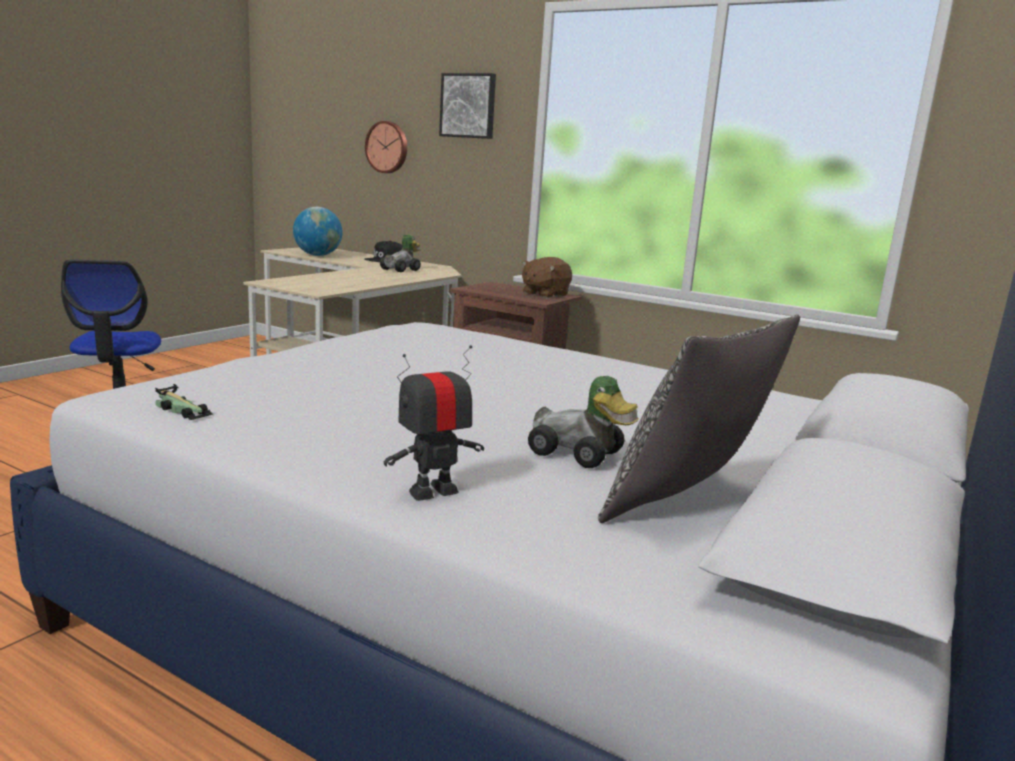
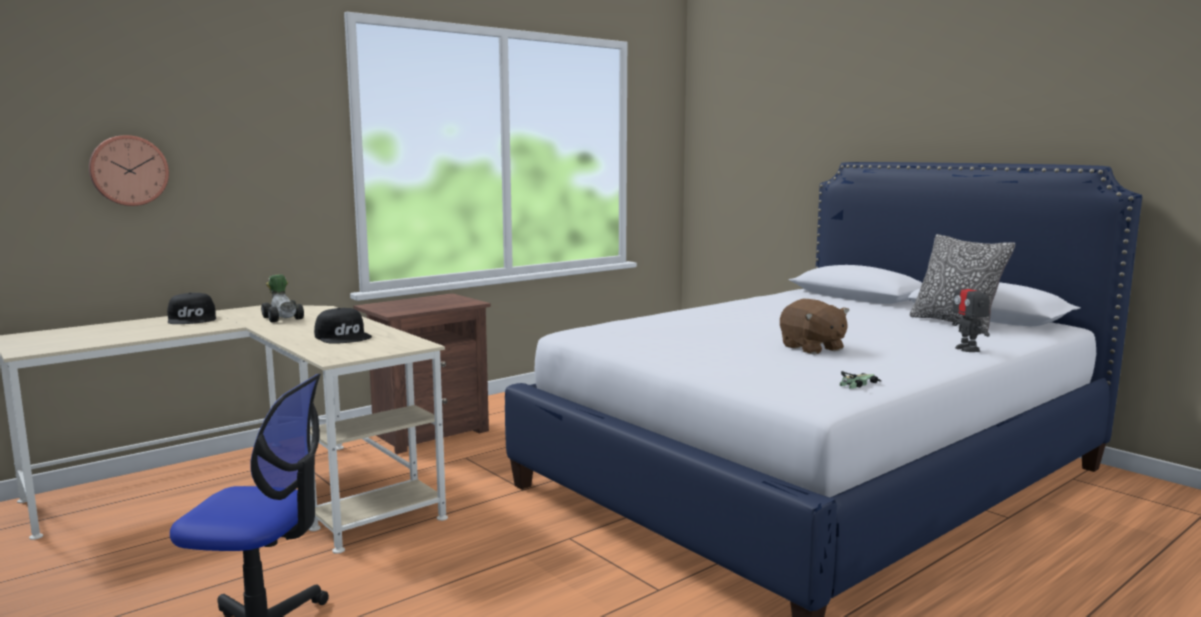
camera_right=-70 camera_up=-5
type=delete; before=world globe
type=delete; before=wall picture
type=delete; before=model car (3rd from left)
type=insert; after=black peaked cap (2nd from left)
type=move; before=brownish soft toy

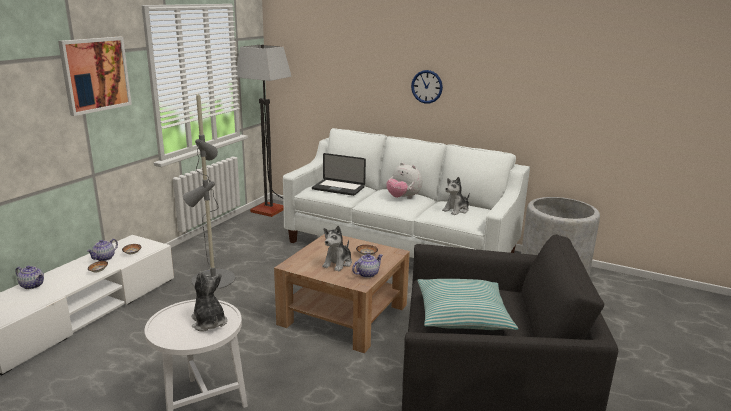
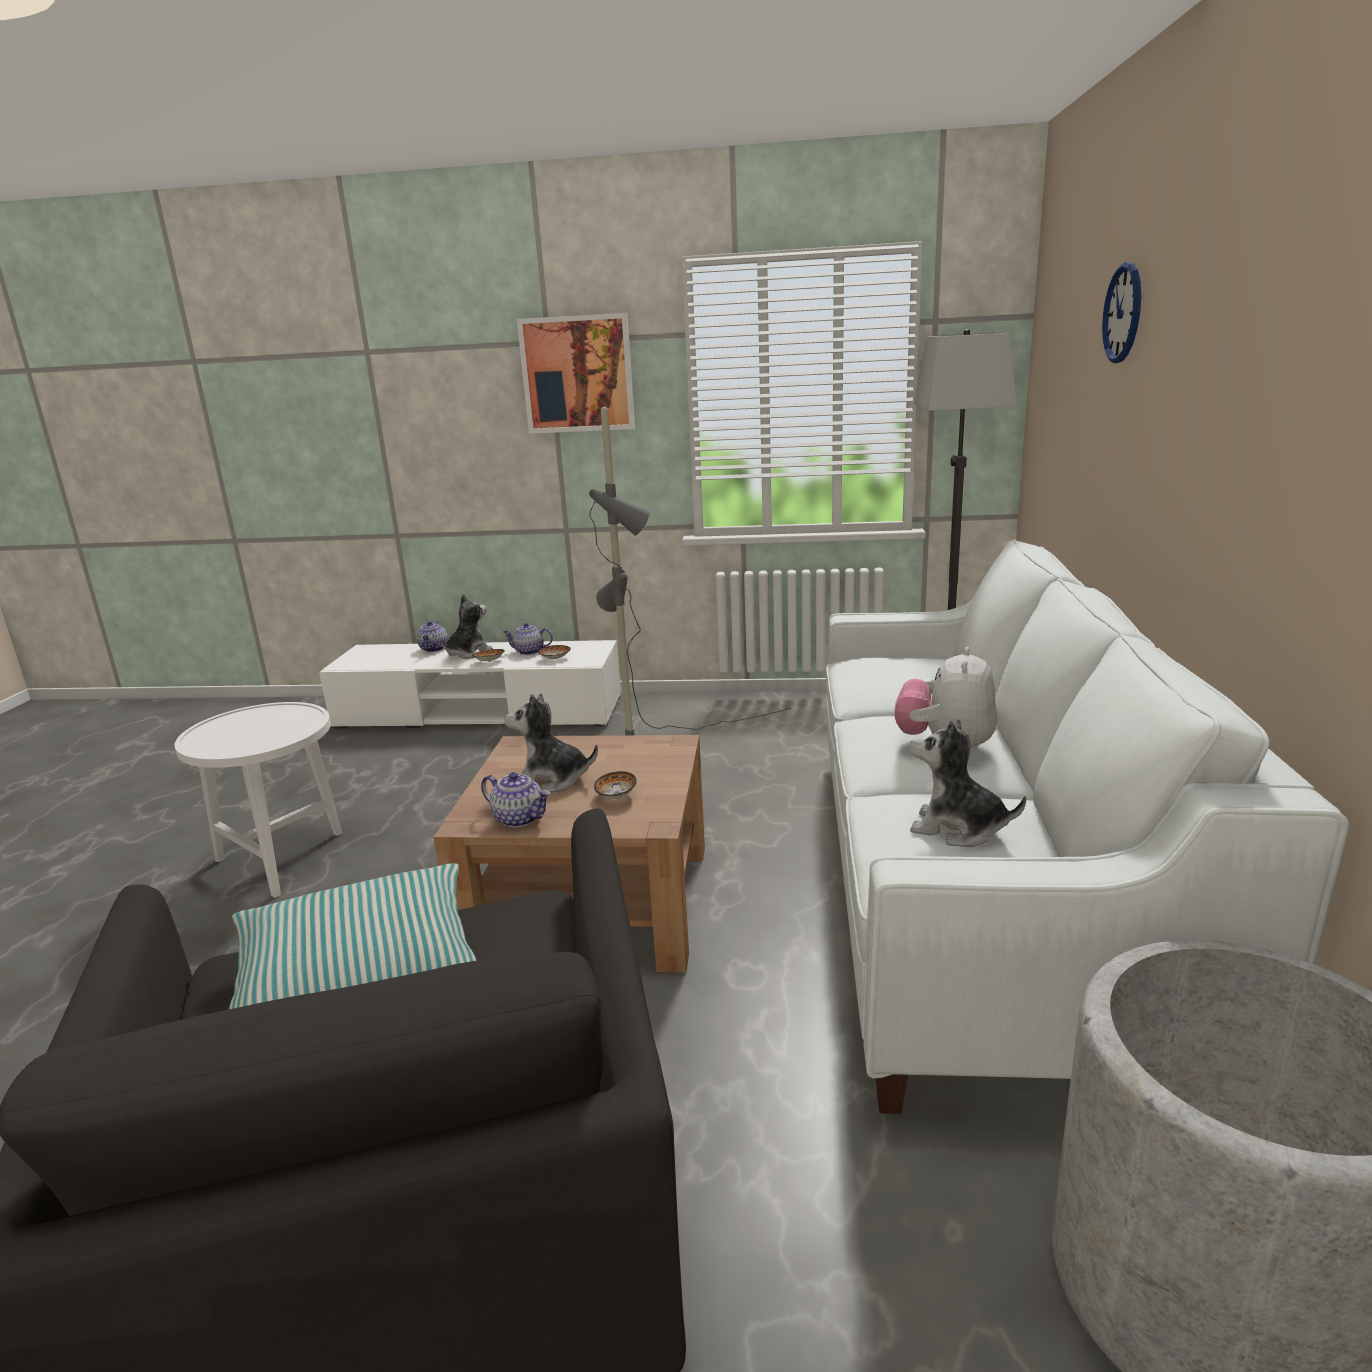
camera_right=70 camera_up=0
type=delete; before=portable computer
type=move; before=soft toy (1st from left)
type=move; before=wall clock

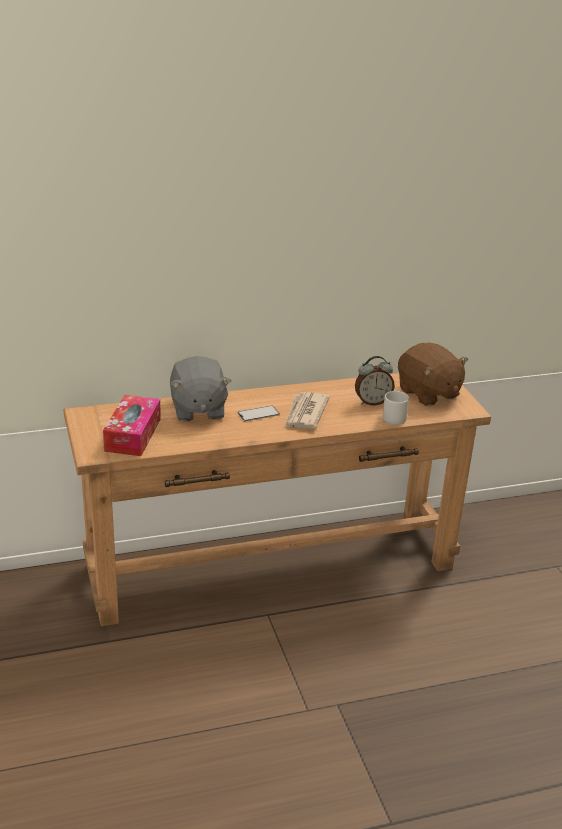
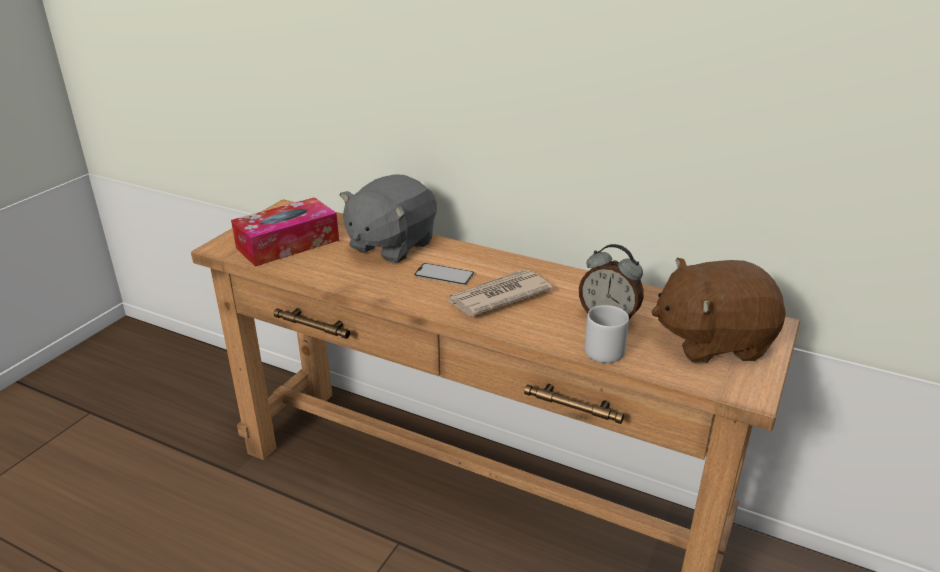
camera_right=45 camera_up=0
type=rotate; before=brownish soft toy; turn=75

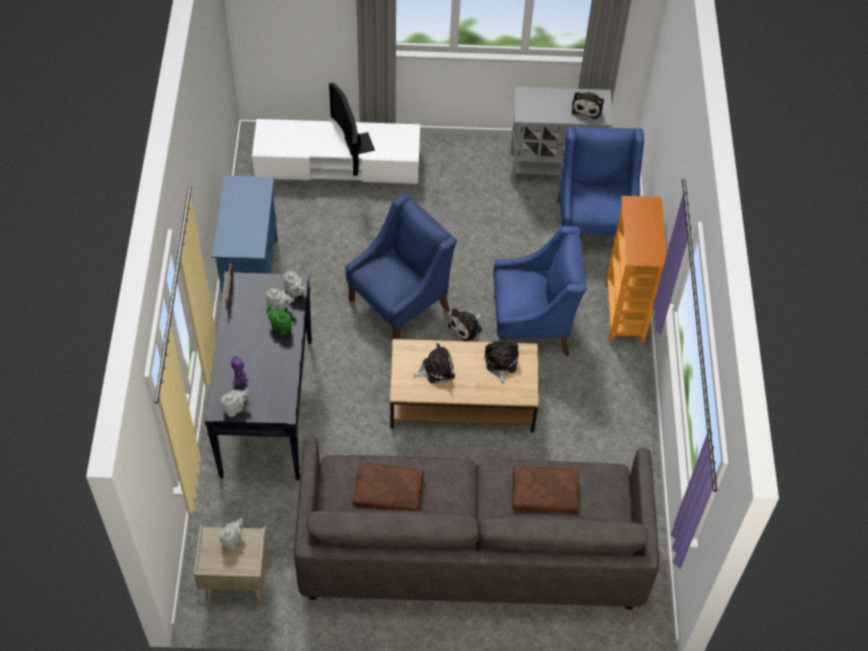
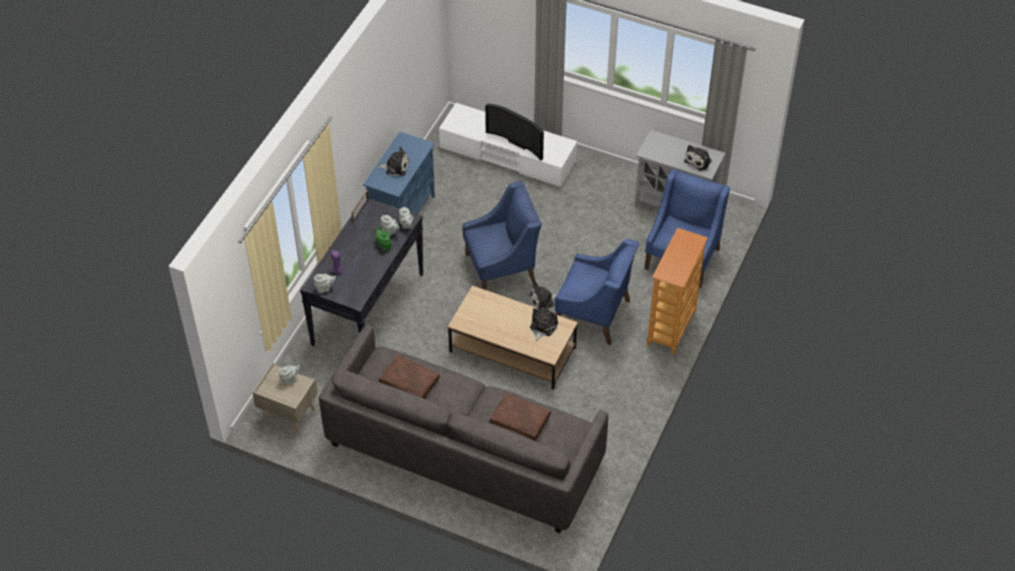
camera_right=25 camera_up=-5
type=move; before=soft toy (1st from left)
type=rotate; before=TV set; turn=-60

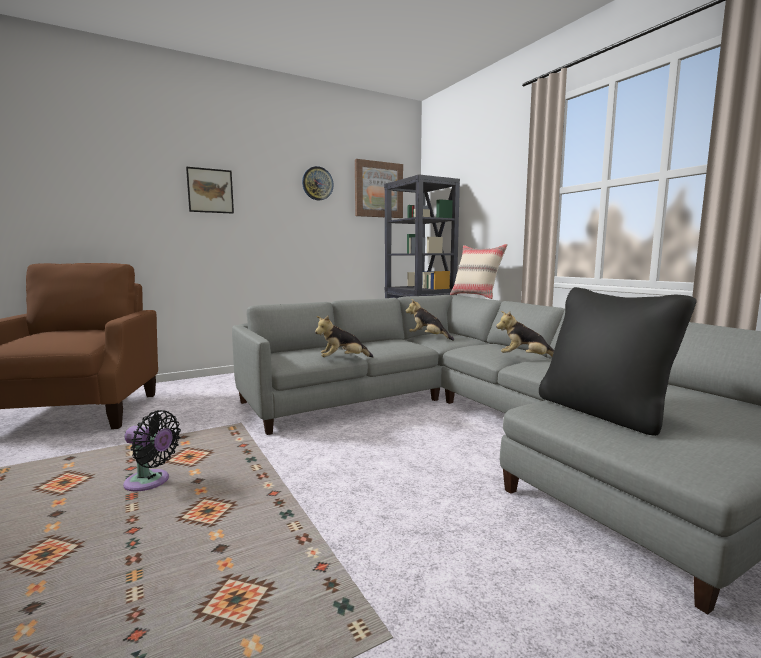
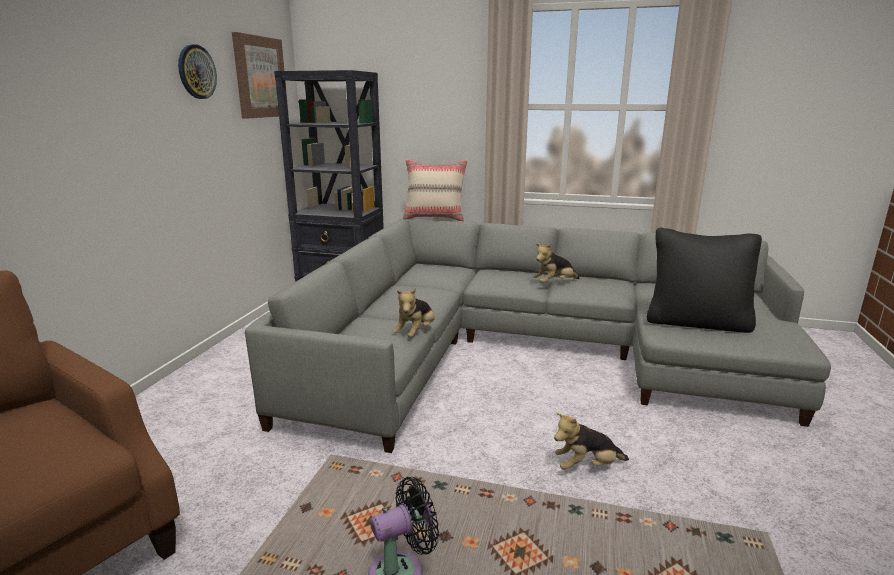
camera_right=-45 camera_up=10
type=delete; before=wall picture (1st from left)
type=move; before=soft toy (2nd from left in the first image); after=soft toy (3rd from left)

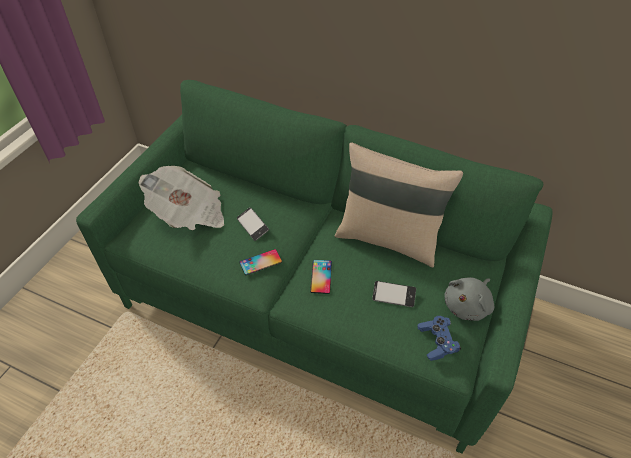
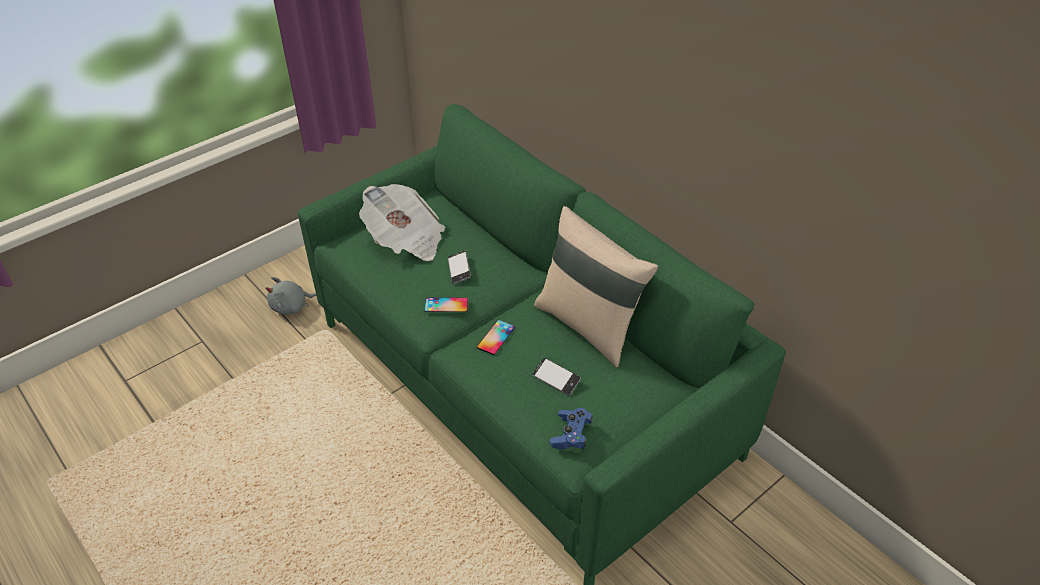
camera_right=25 camera_up=-5
type=move; before=greyish soft toy

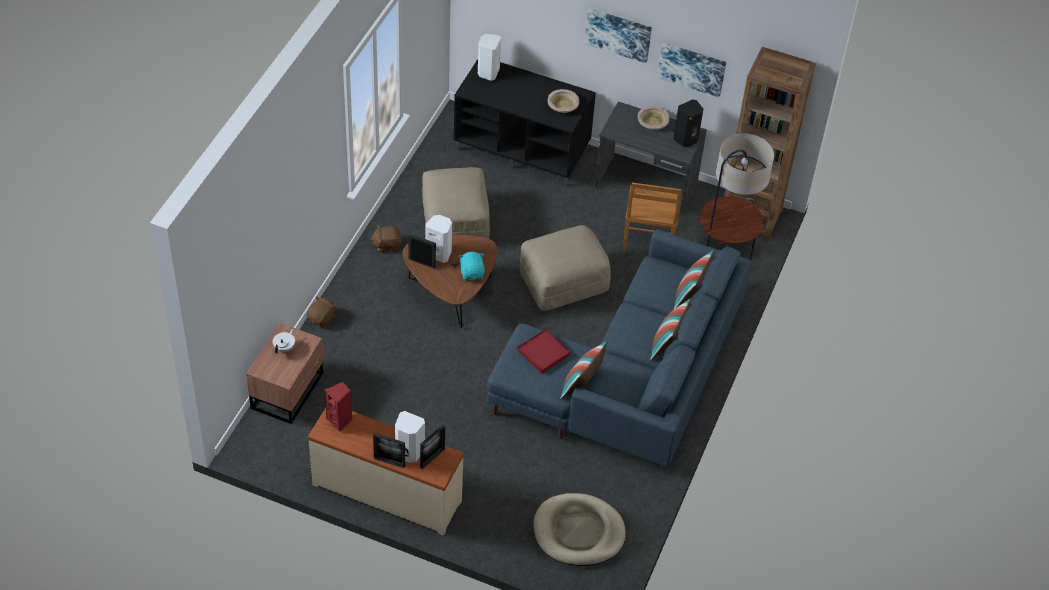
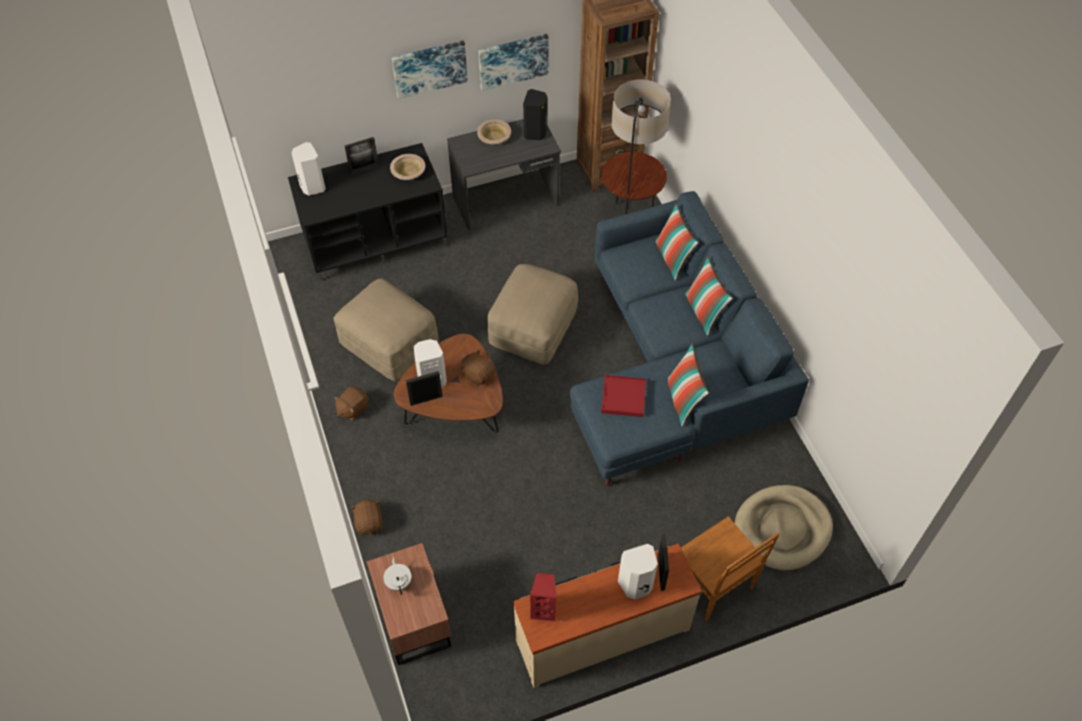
camera_right=-40 camera_up=5
type=move; before=standing frame (1st from left)
type=move; before=brownish plain chair
type=recolor; before=turquoise soft toy; after=brownish soft toy (3rd from left)

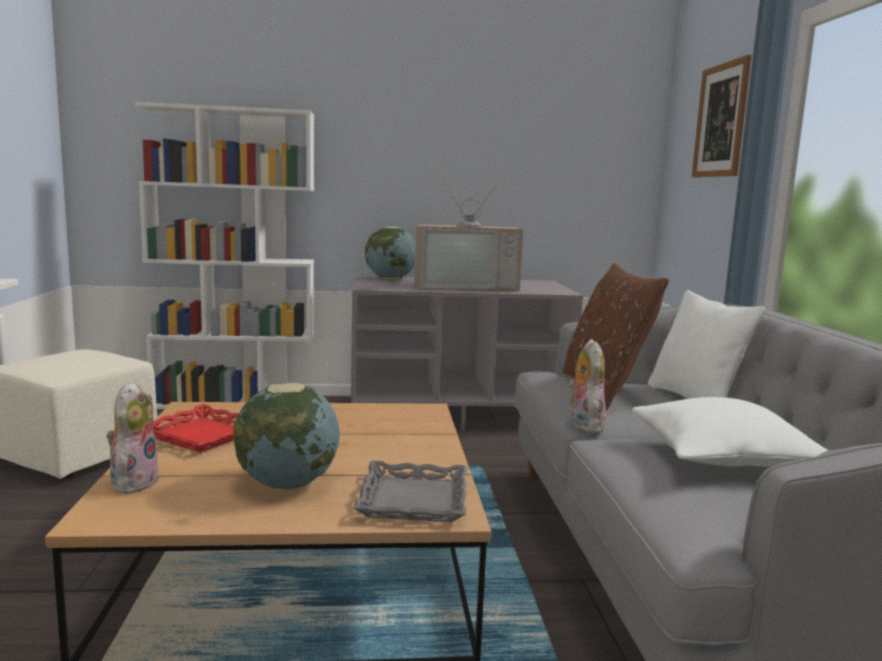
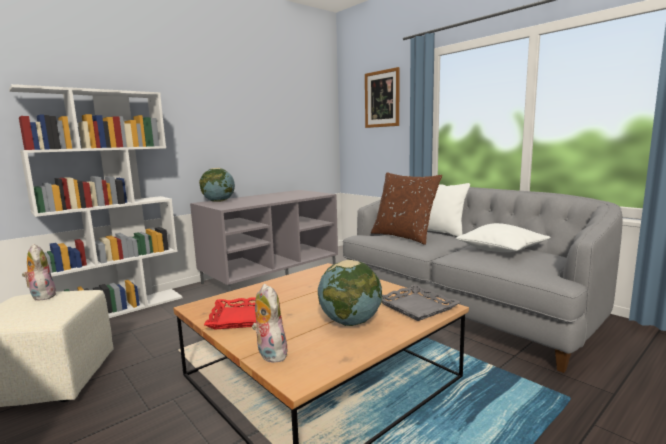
camera_right=-35 camera_up=0
type=delete; before=TV set
type=move; before=soft toy (2nd from left in the first image); after=soft toy (1st from left)

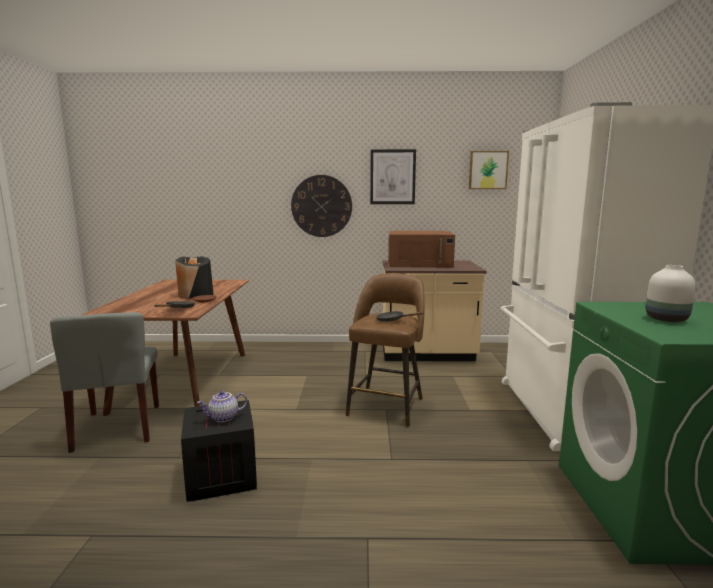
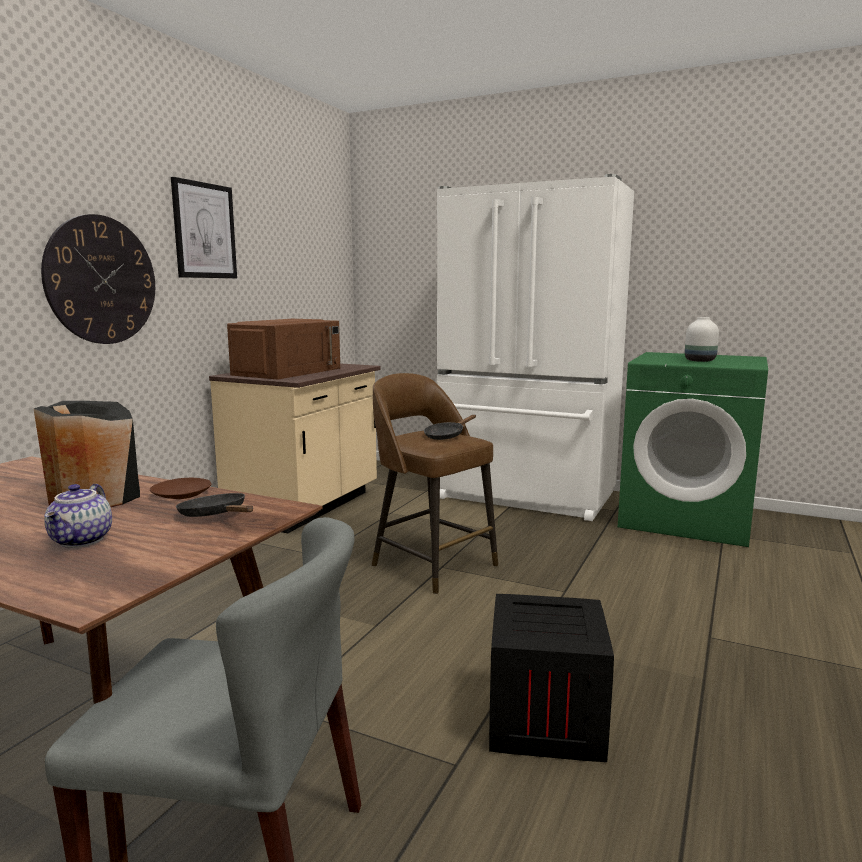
camera_right=-65 camera_up=0
type=delete; before=wall picture (2nd from left)
type=move; before=tea pot

